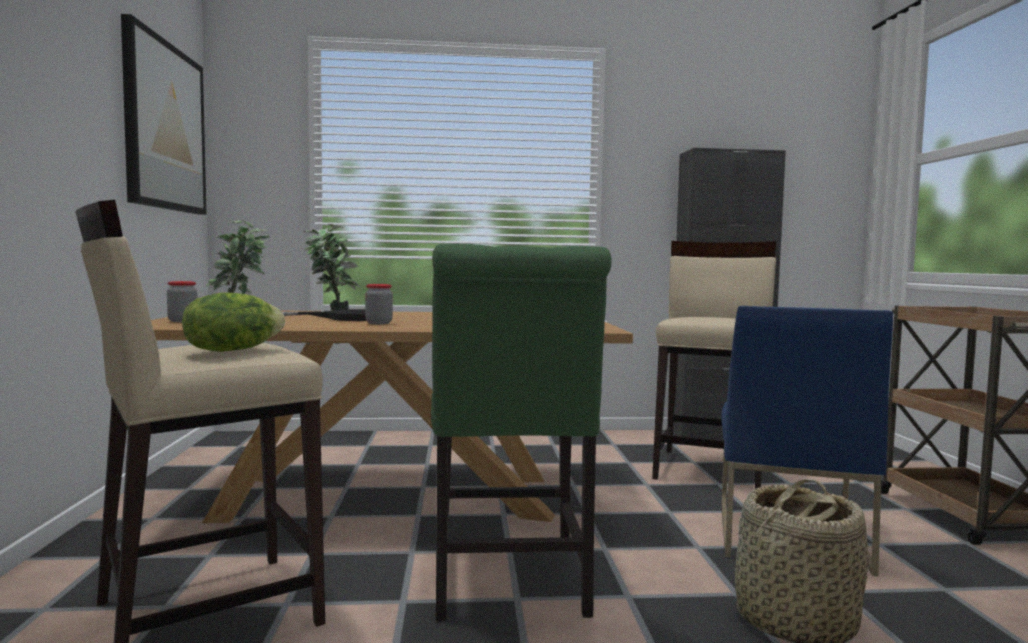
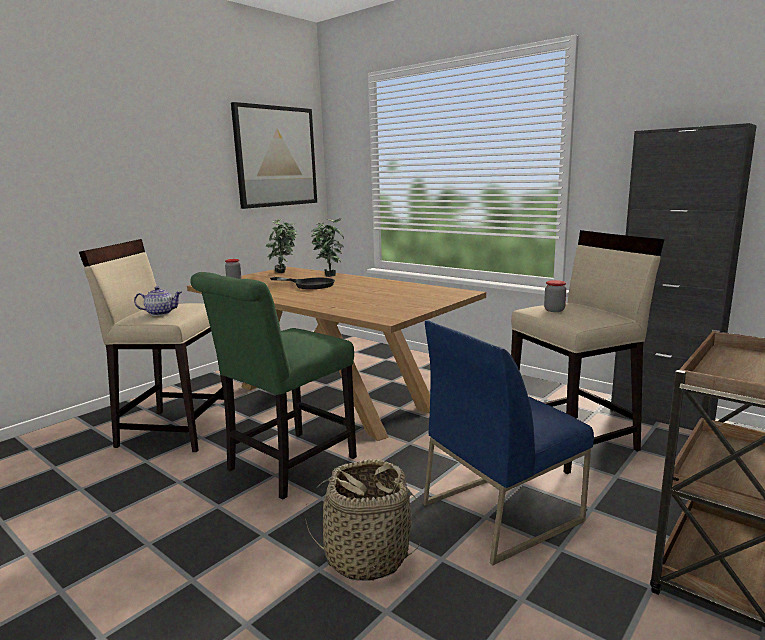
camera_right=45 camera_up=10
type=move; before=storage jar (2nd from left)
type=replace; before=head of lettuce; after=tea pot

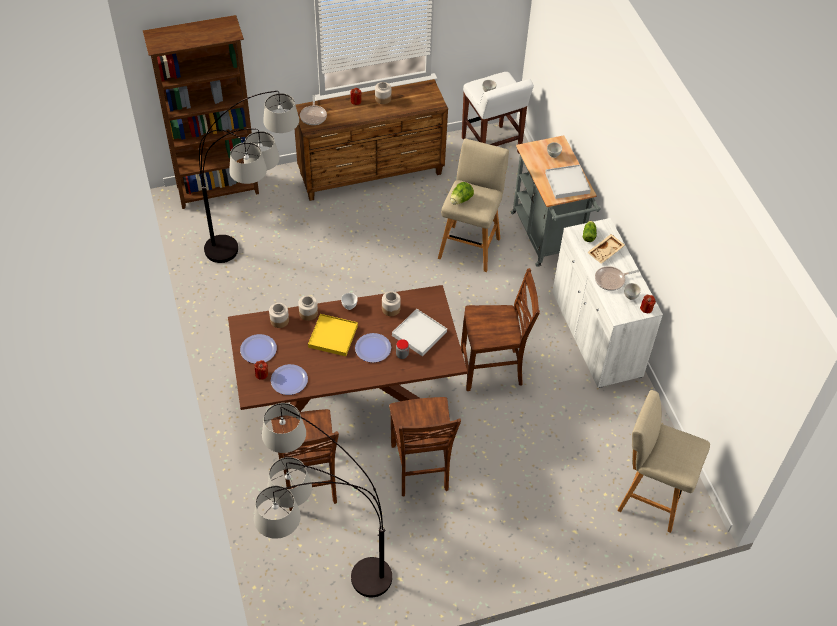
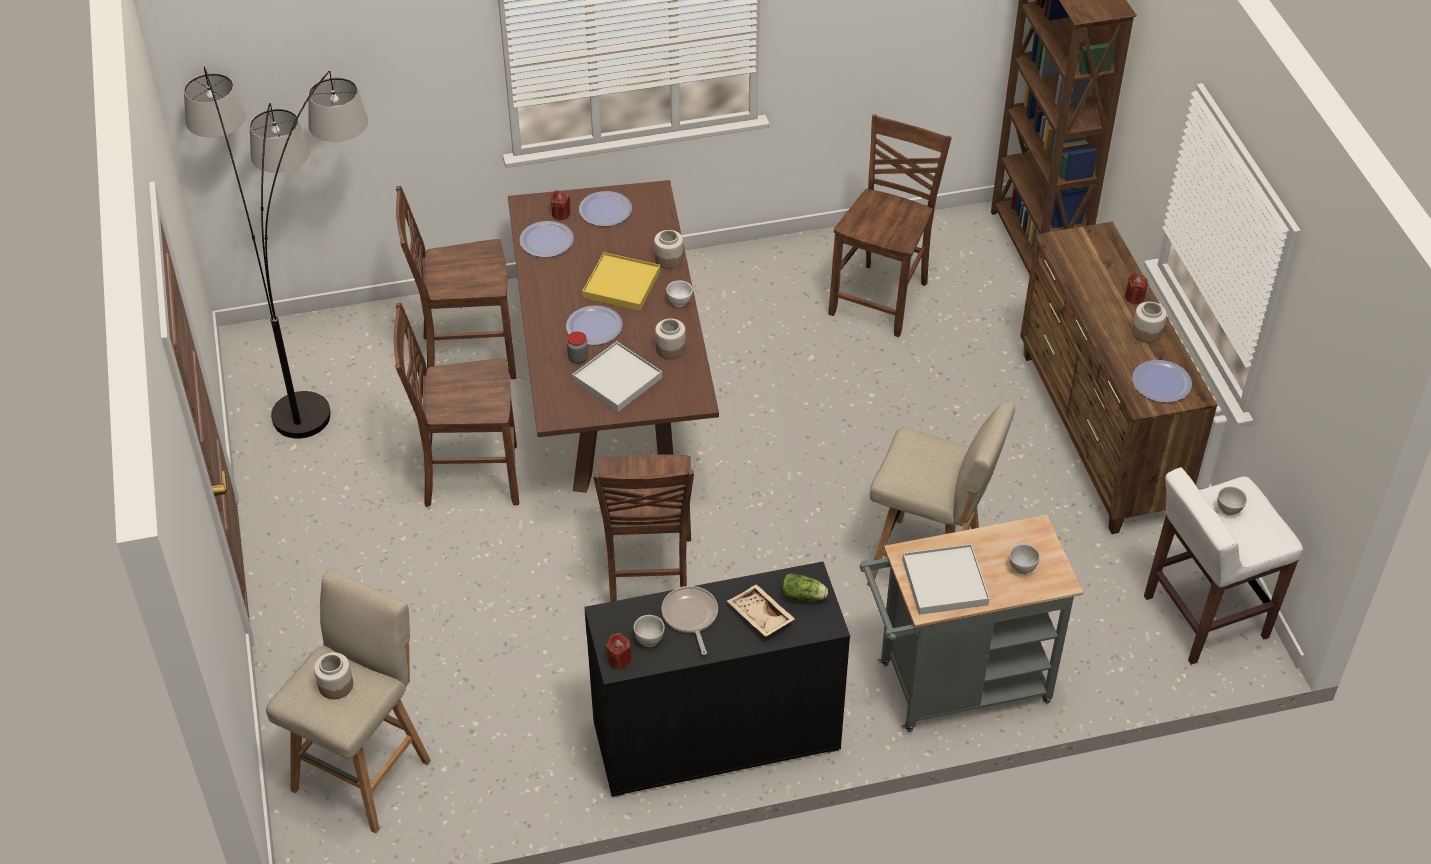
camera_right=95 camera_up=-5
type=delete; before=pan (1st from left)
type=delete; before=head of lettuce (1st from left)
type=insert; after=plate (4th from left)
type=move; before=storage jar (1st from left)
type=replace; before=standing lamp (1st from left); after=brownish plain chair (4th from left)
type=recolor; before=white cupboard; after=black cupboard

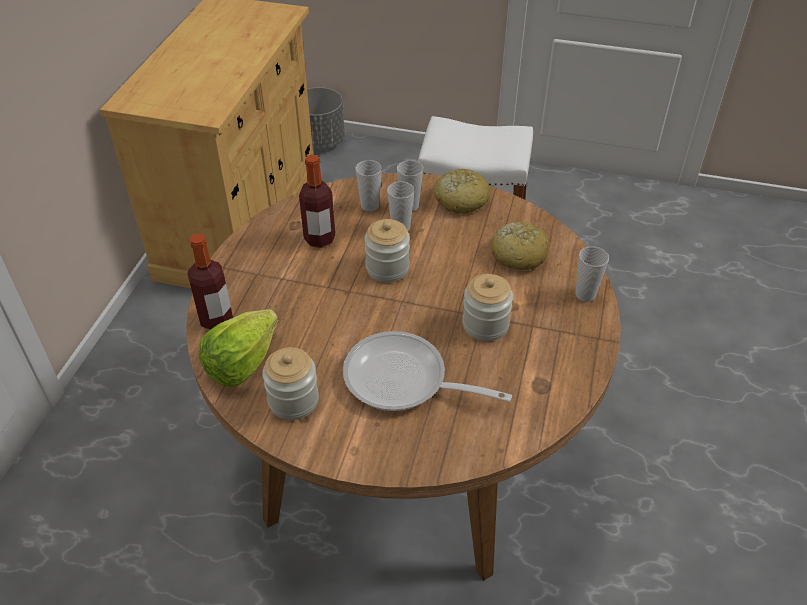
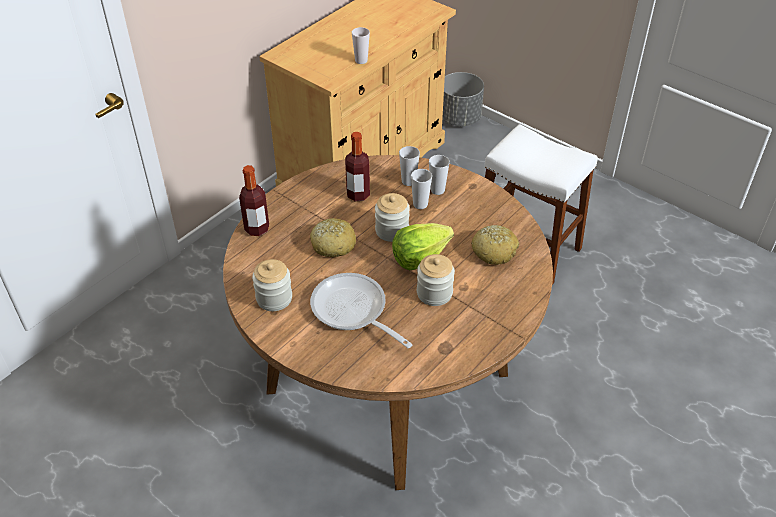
camera_right=25 camera_up=0
type=move; before=head of lettuce
type=move; before=baked bread (1st from left)
type=move; before=small cup (4th from left in the first image); after=small cup (1st from left)

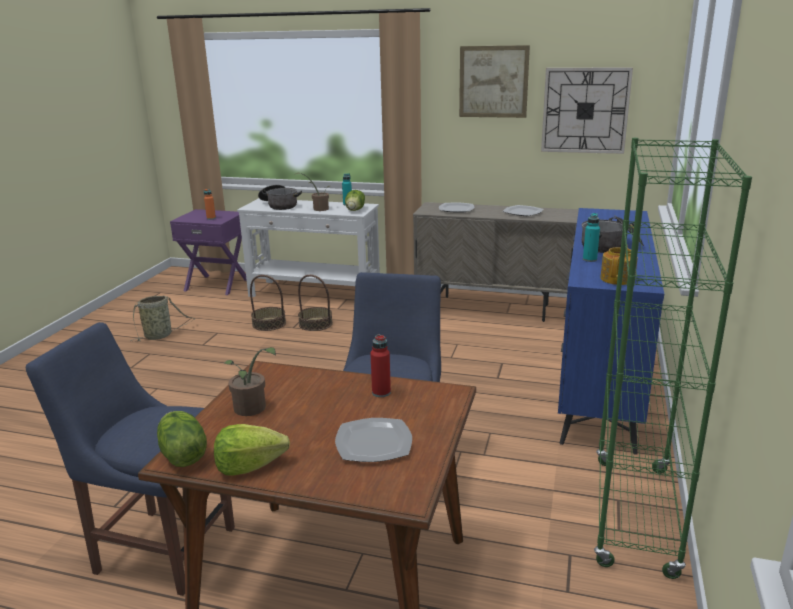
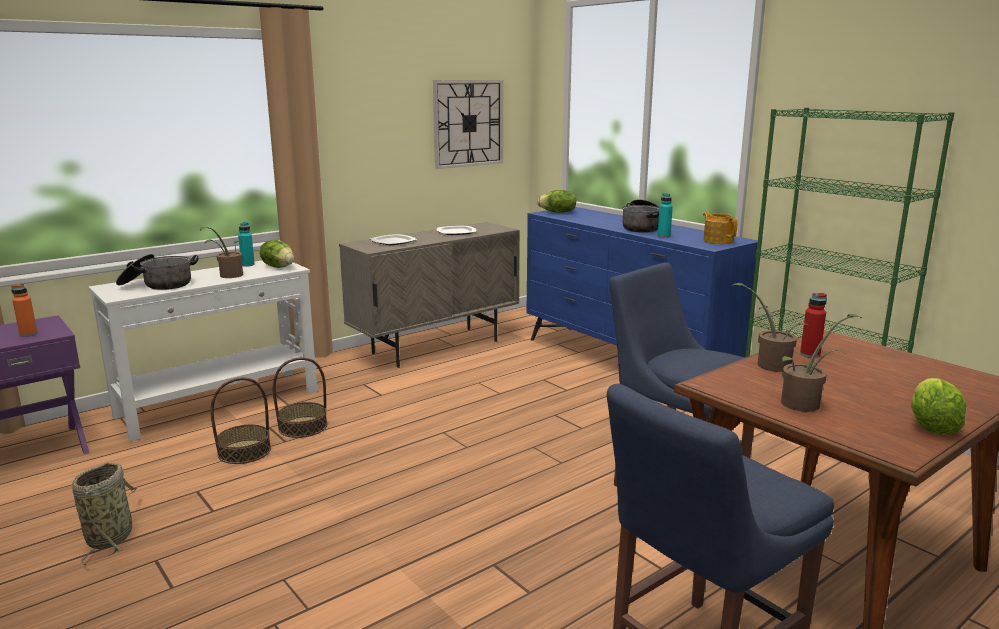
camera_right=-55 camera_up=-5
type=delete; before=plate (1st from left)
type=delete; before=wall picture
type=insert; after=houseplant (2nd from left)
type=move; before=head of lettuce (1st from left in the first image); after=head of lettuce (2nd from left)

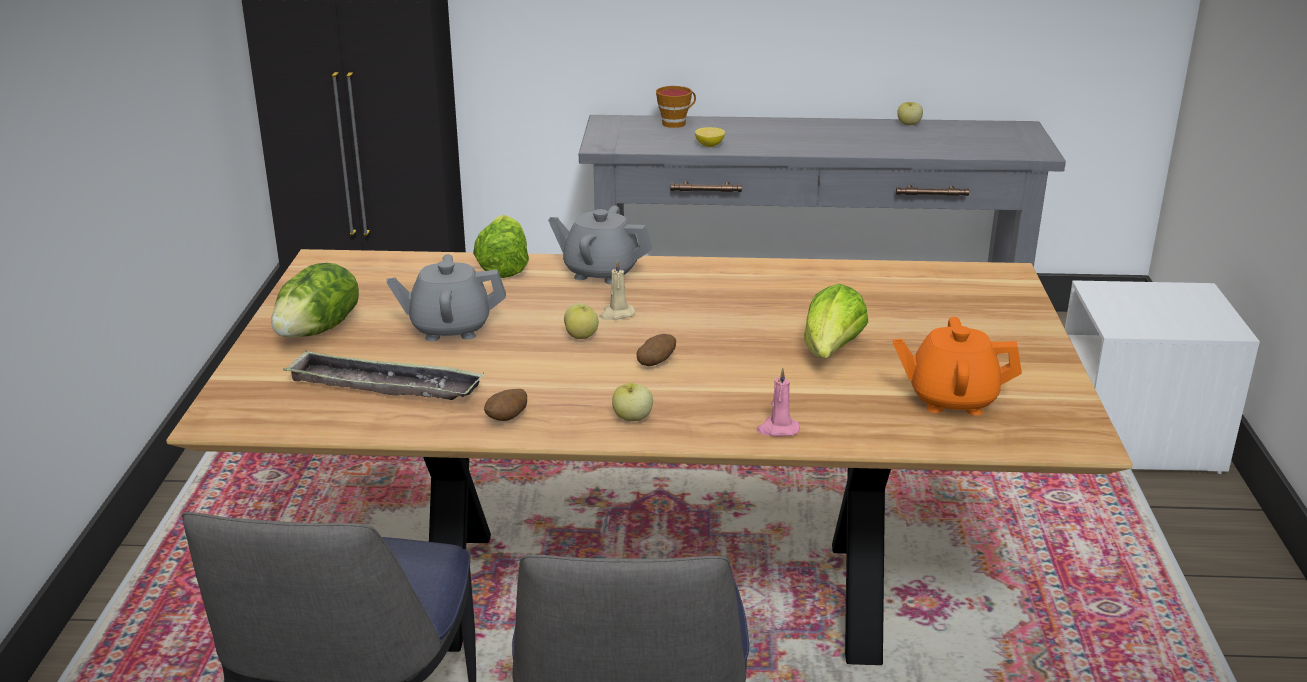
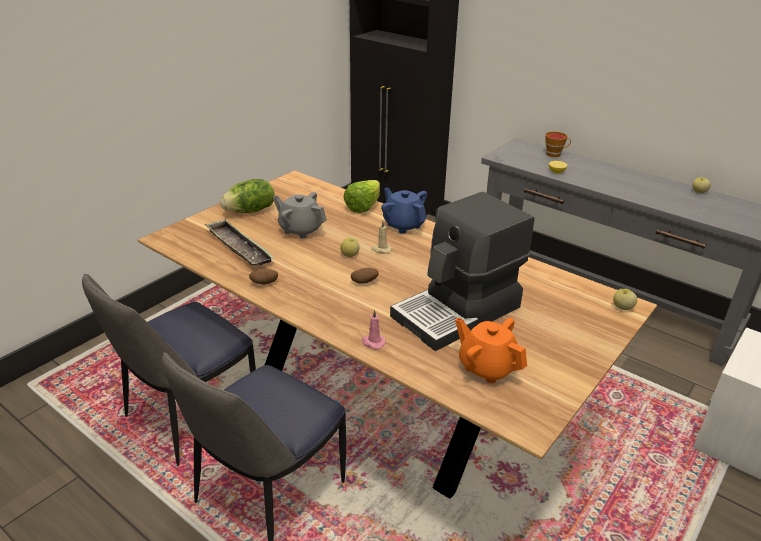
camera_right=35 camera_up=5
type=move; before=apple fruit (2nd from left)
type=replace; before=head of lettuce (3rd from left); after=coffee maker
type=recolor; before=greyish tea pot (2nd from left); after=blue tea pot

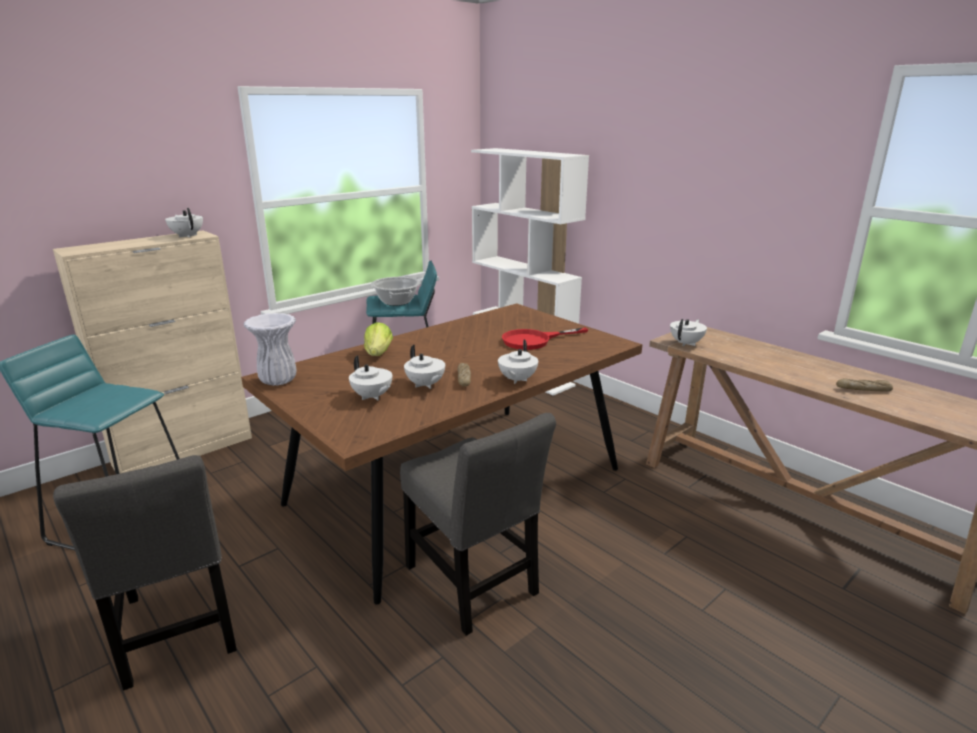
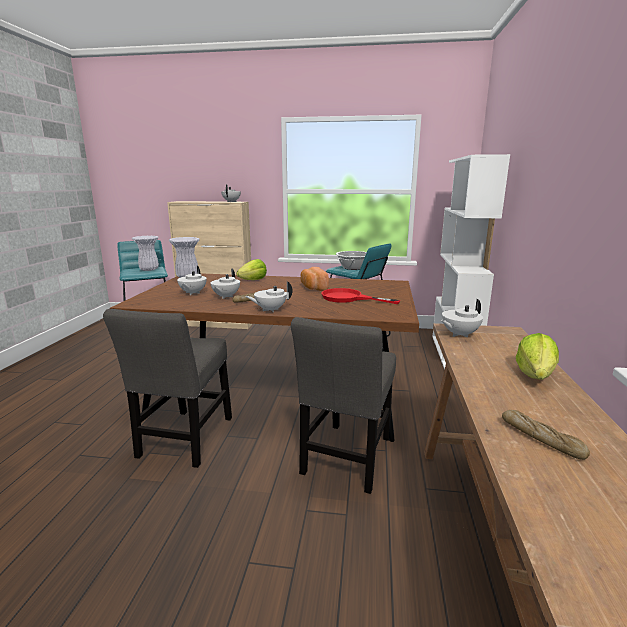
camera_right=50 camera_up=-5
type=insert; after=white flower vase (1st from left)
type=insert; after=baked bread (2nd from left)
type=insert; after=head of lettuce (2nd from left)
type=move; before=greyish plain chair (1st from left in the first image); after=greyish plain chair (2nd from left)
type=rotate; before=white tea pot (5th from left); turn=150

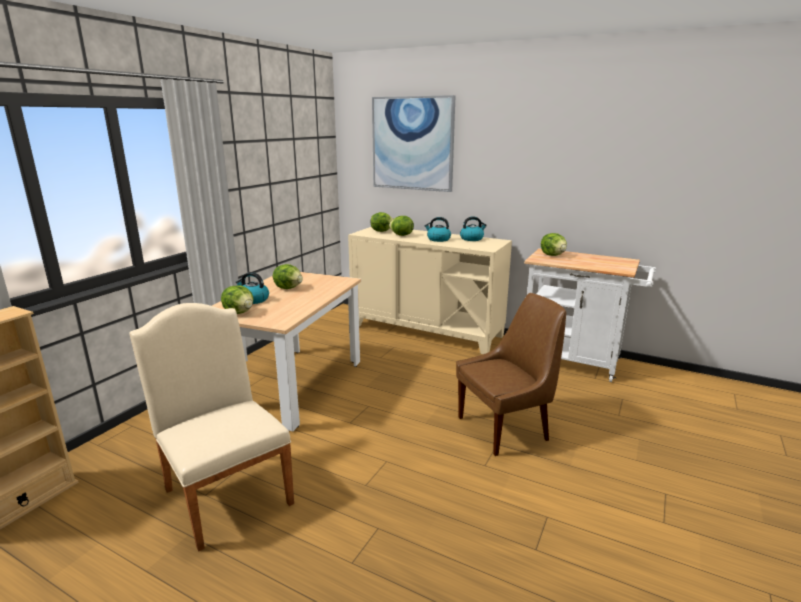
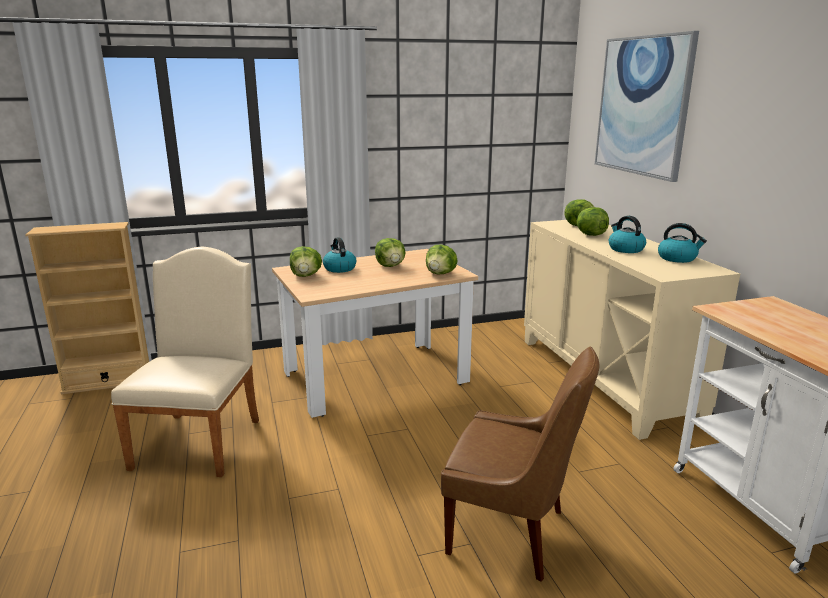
camera_right=45 camera_up=0
type=move; before=head of lettuce (5th from left in the first image); after=head of lettuce (3rd from left)

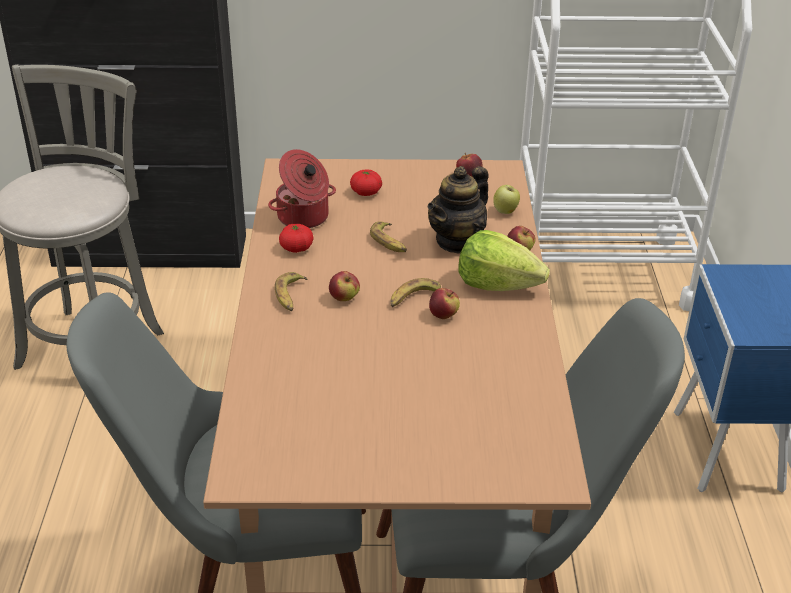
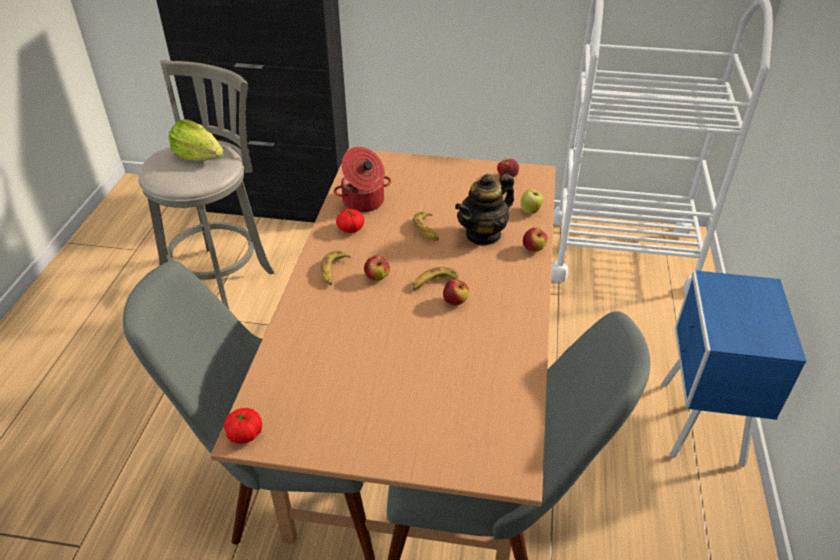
camera_right=10 camera_up=5
type=move; before=whole tomato (2nd from left in the first image); after=whole tomato (1st from left)
type=move; before=head of lettuce

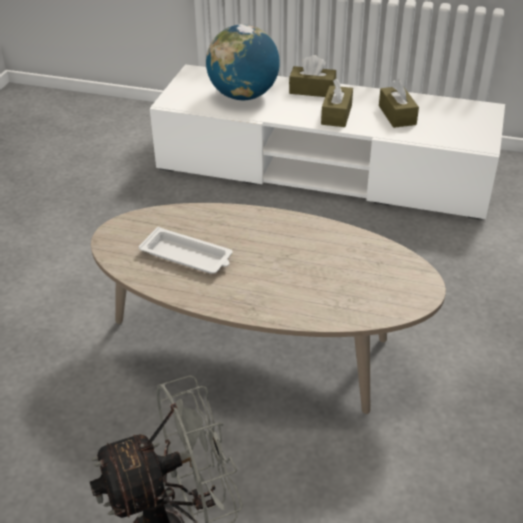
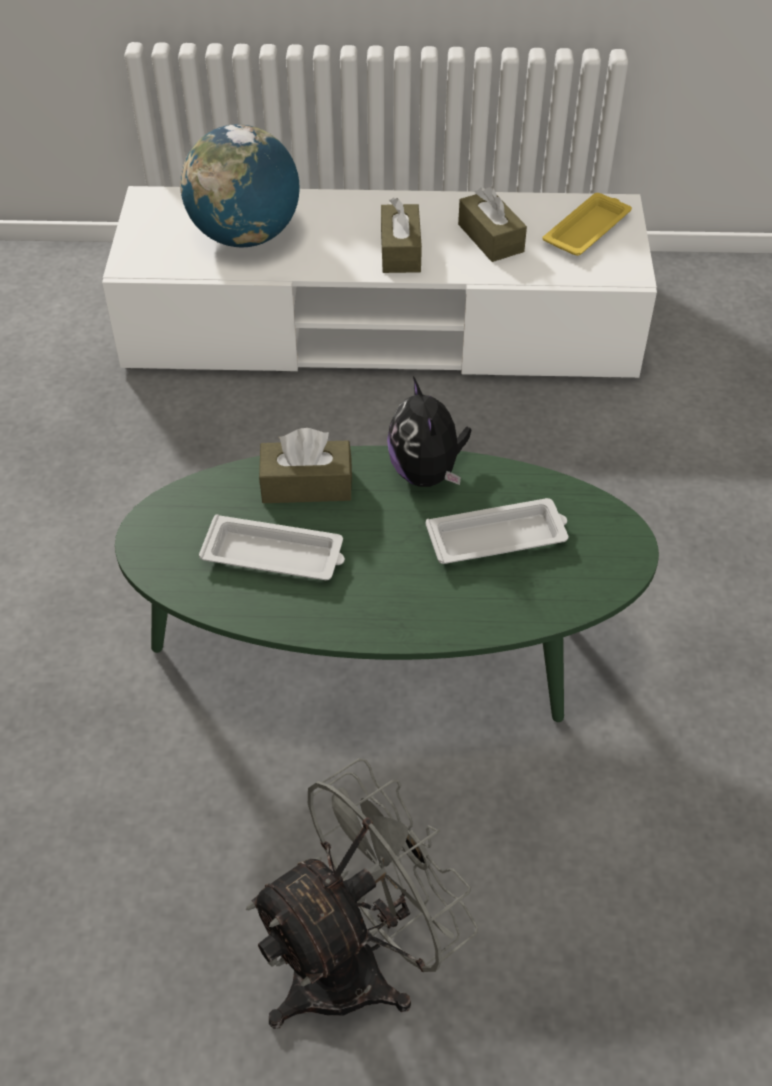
camera_right=-15 camera_up=10
type=insert; after=soft toy
type=insert; after=white tray (2nd from left)
type=insert; after=yellow tray
type=move; before=brownish tissue box (1st from left)
type=recolor; before=beige low table; after=green-coloured low table

